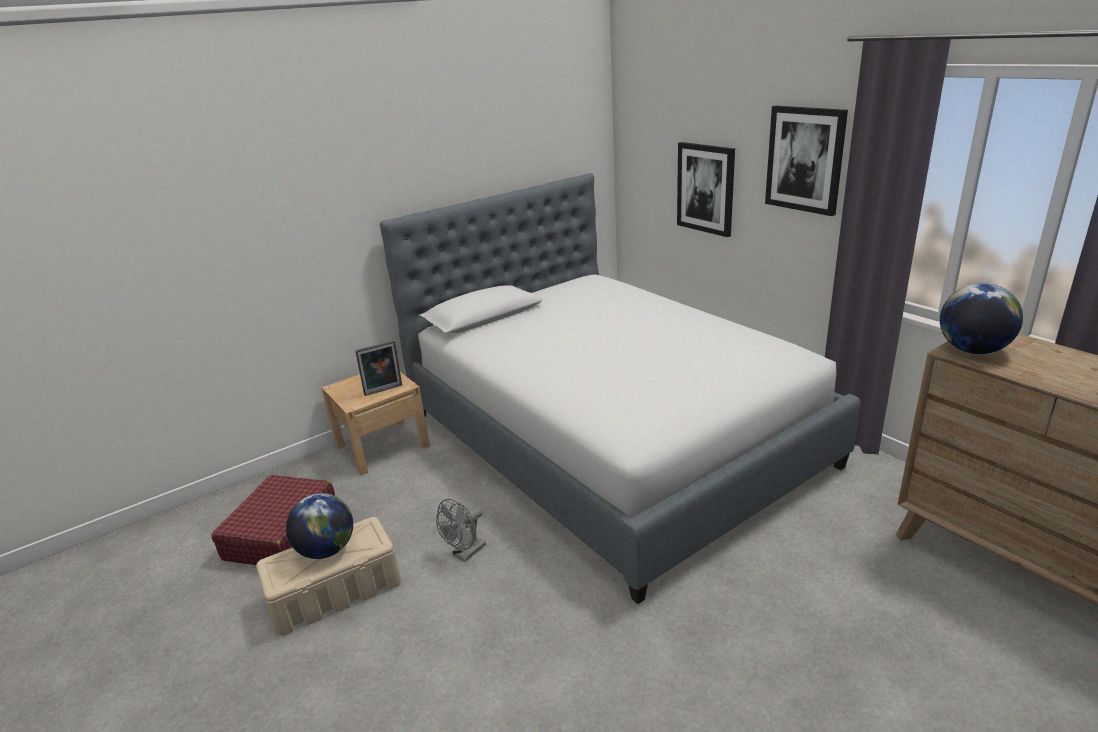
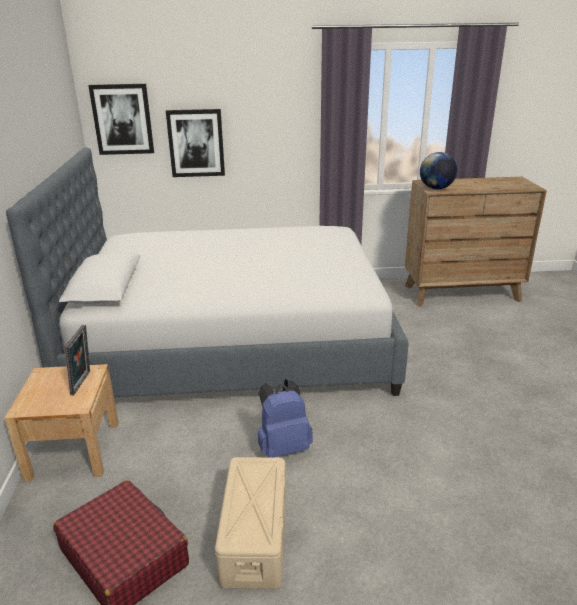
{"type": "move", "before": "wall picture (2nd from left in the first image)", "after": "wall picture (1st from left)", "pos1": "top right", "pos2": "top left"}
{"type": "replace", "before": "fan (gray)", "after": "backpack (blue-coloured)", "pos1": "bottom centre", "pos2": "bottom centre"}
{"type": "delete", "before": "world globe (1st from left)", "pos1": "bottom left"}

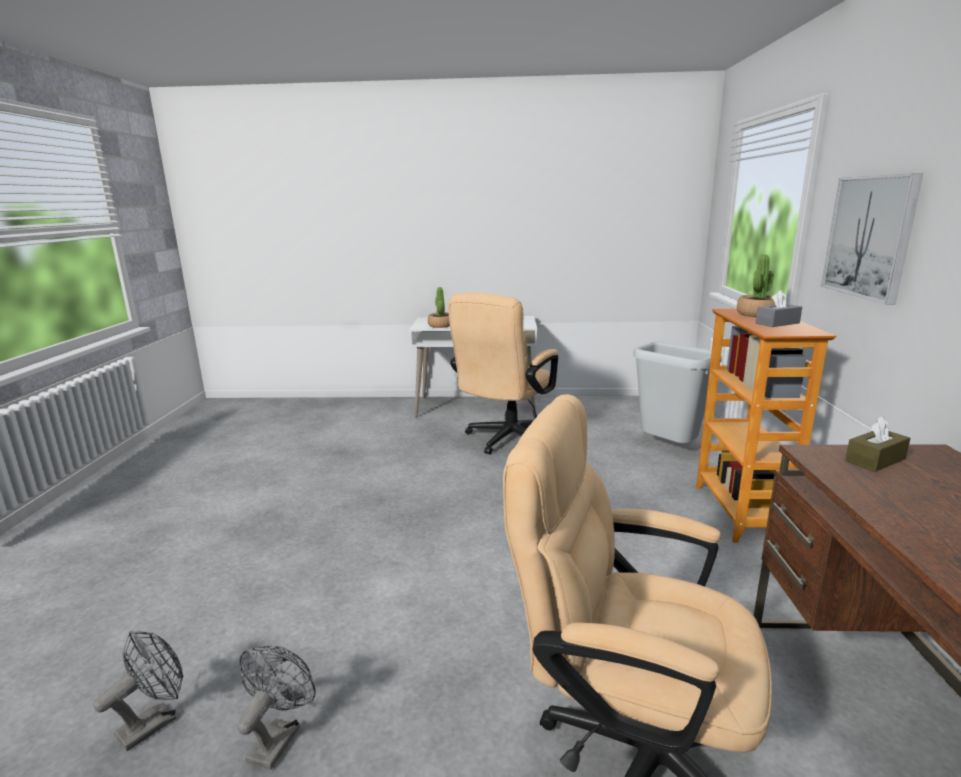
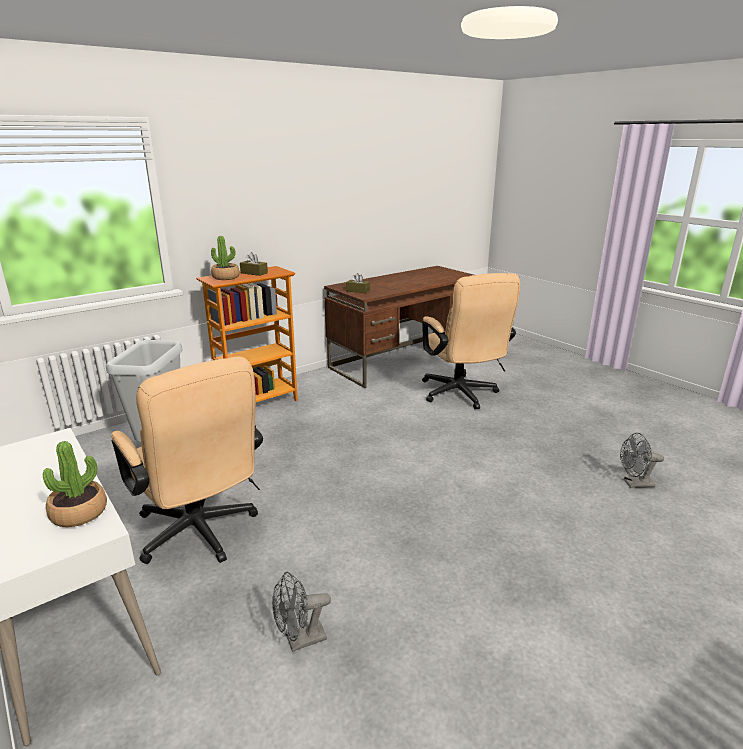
{"type": "rotate", "before": "office chair (sand-coloured) (1st from left)", "pos1": "centre", "pos2": "middle left", "turn": 60}
{"type": "recolor", "before": "tissue box (gray)", "after": "tissue box (brownish) (1st from left)", "pos1": "middle right", "pos2": "centre"}
{"type": "move", "before": "fan (gray) (2nd from left in the first image)", "after": "fan (gray) (1st from left)", "pos1": "bottom left", "pos2": "bottom centre"}
{"type": "delete", "before": "wall picture", "pos1": "top right"}

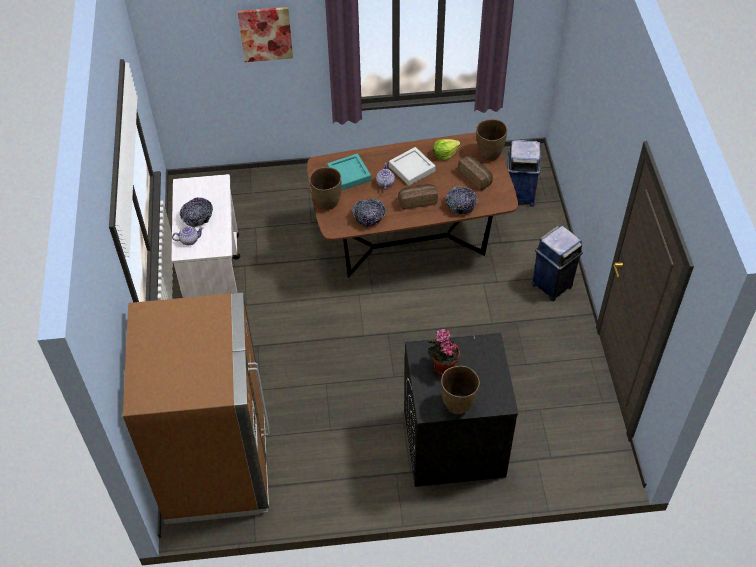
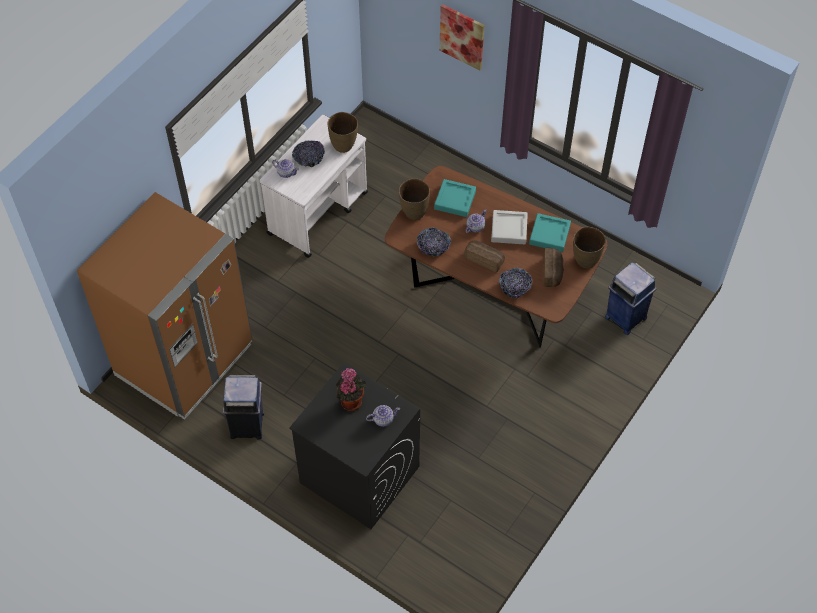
{"type": "move", "before": "waste bin (blue-coloured) (2nd from left in the first image)", "after": "waste bin (blue-coloured) (1st from left)", "pos1": "middle right", "pos2": "middle left"}
{"type": "move", "before": "vase (brownish) (2nd from left in the first image)", "after": "vase (brownish) (1st from left)", "pos1": "bottom centre", "pos2": "top centre"}
{"type": "insert", "after": "pot for tea (2nd from left)", "pos2": "bottom centre"}
{"type": "replace", "before": "lettuce", "after": "tray (turquoise-coloured) (2nd from left)", "pos1": "top centre", "pos2": "middle right"}

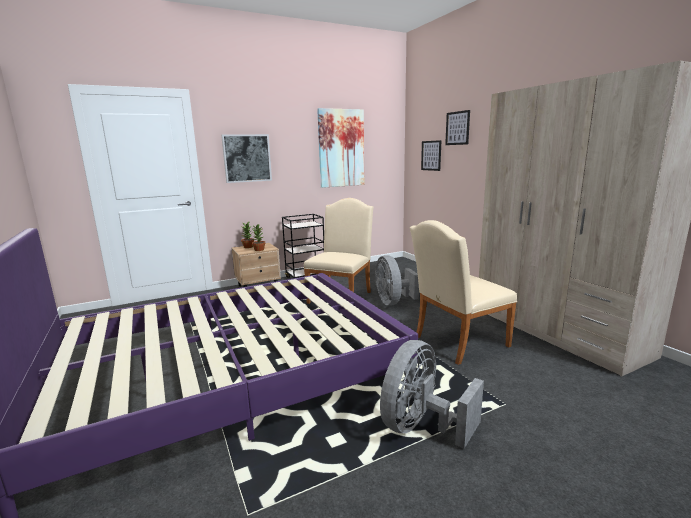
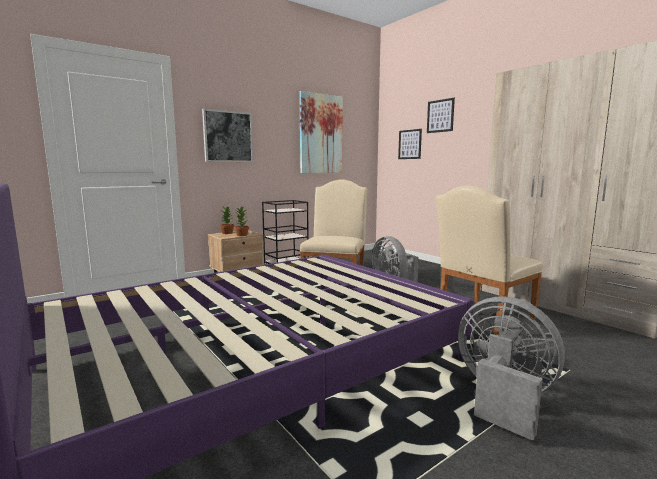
{"type": "rotate", "before": "fan (gray) (2nd from left)", "pos1": "bottom centre", "pos2": "bottom right", "turn": 105}

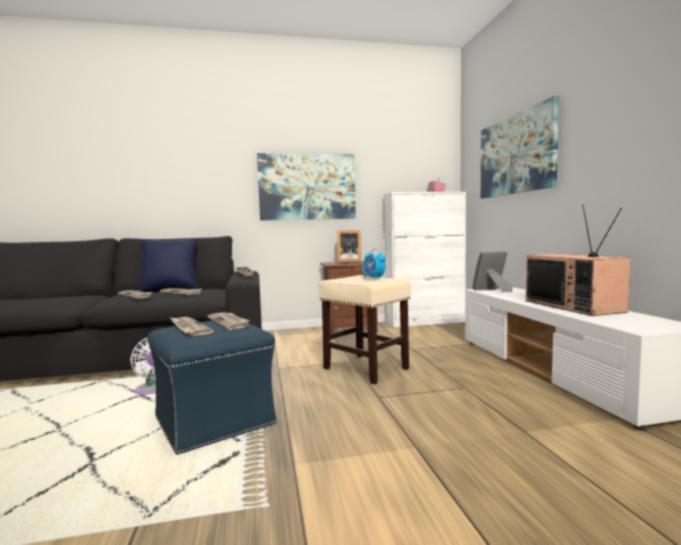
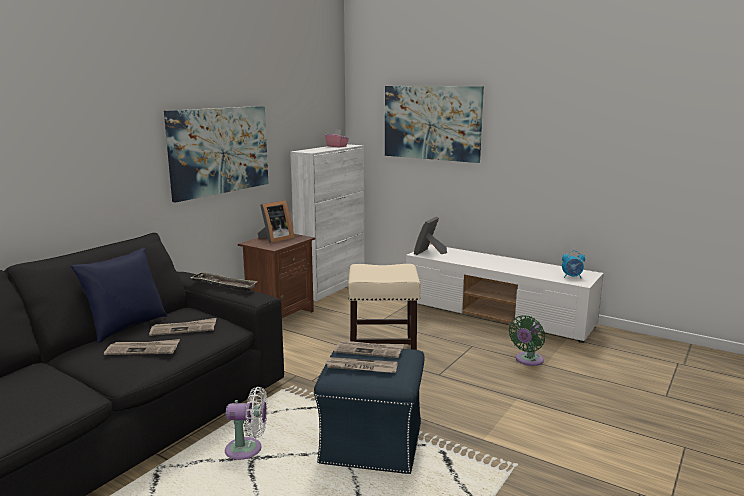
{"type": "insert", "after": "fan (greenish)", "pos2": "bottom right"}
{"type": "move", "before": "table clock", "pos1": "centre", "pos2": "middle right"}
{"type": "delete", "before": "TV", "pos1": "middle right"}

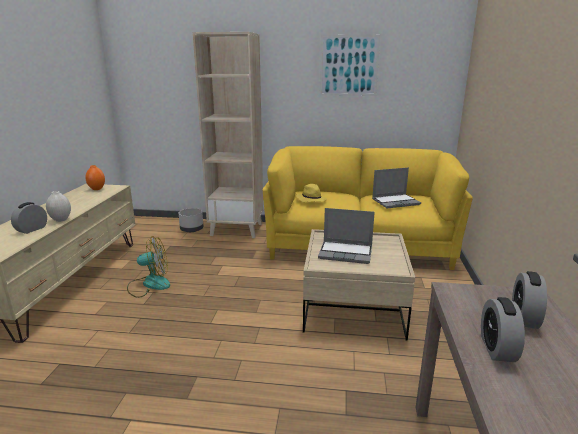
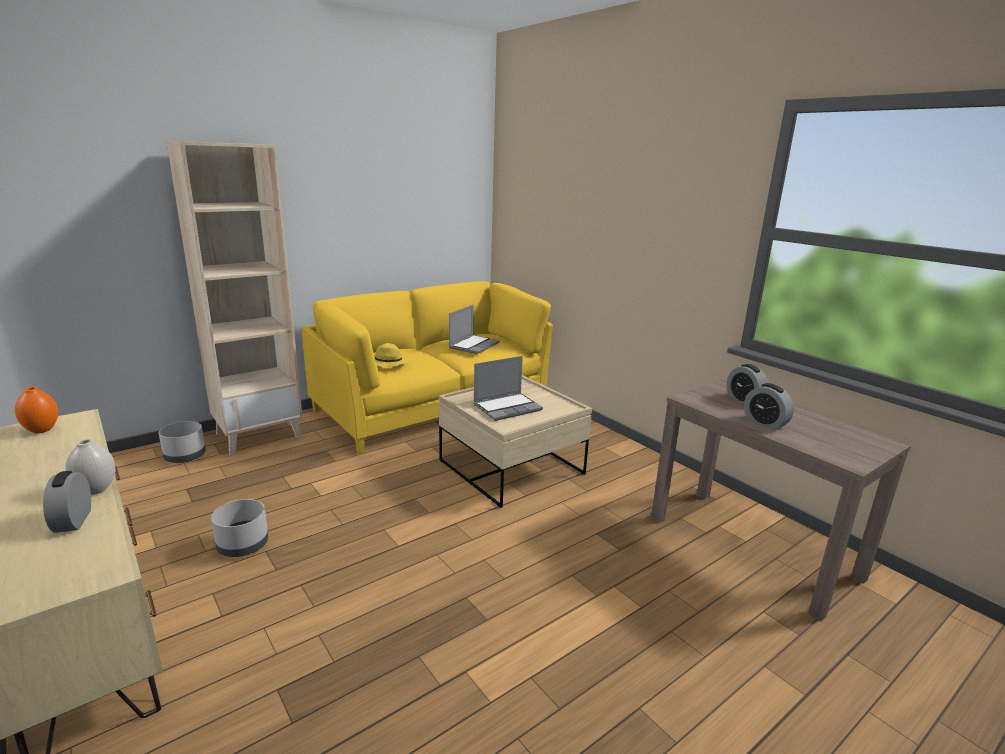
{"type": "replace", "before": "fan", "after": "plant pot (gray) (2nd from left)", "pos1": "middle left", "pos2": "bottom left"}
{"type": "delete", "before": "wall picture", "pos1": "top centre"}

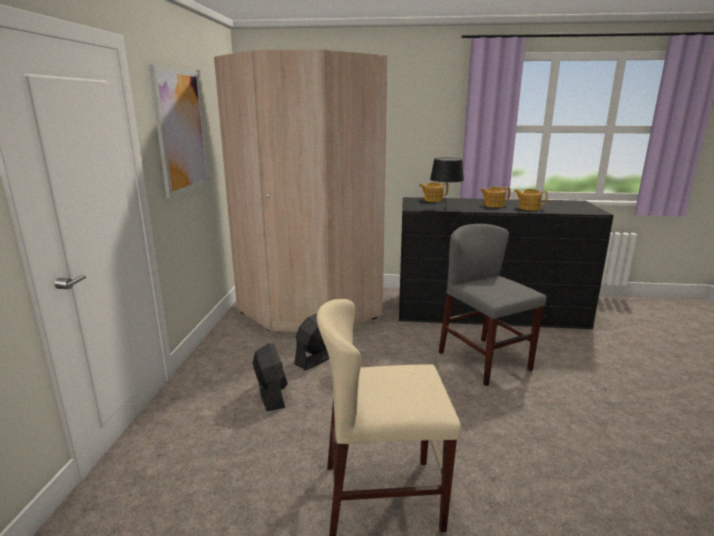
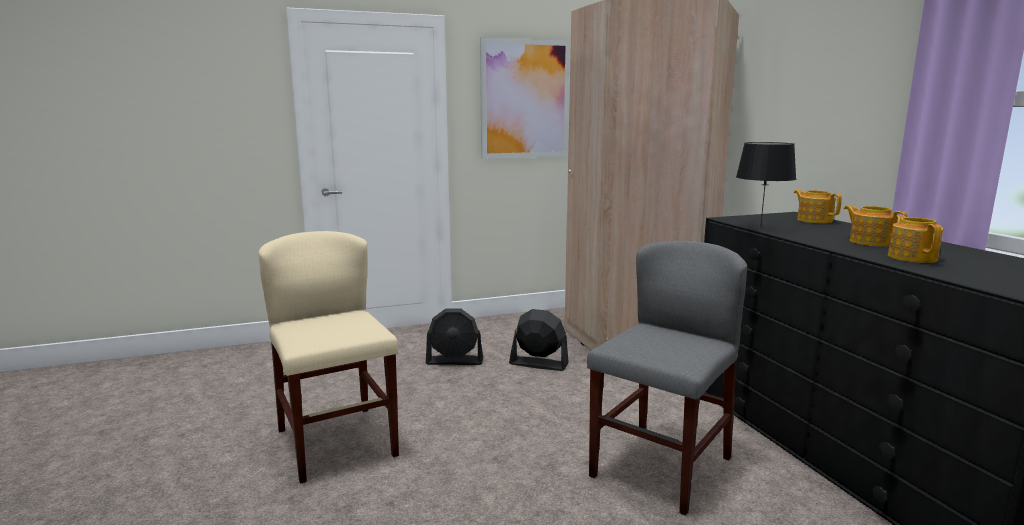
{"type": "rotate", "before": "fan (blackish) (1st from left)", "pos1": "bottom centre", "pos2": "centre", "turn": 45}

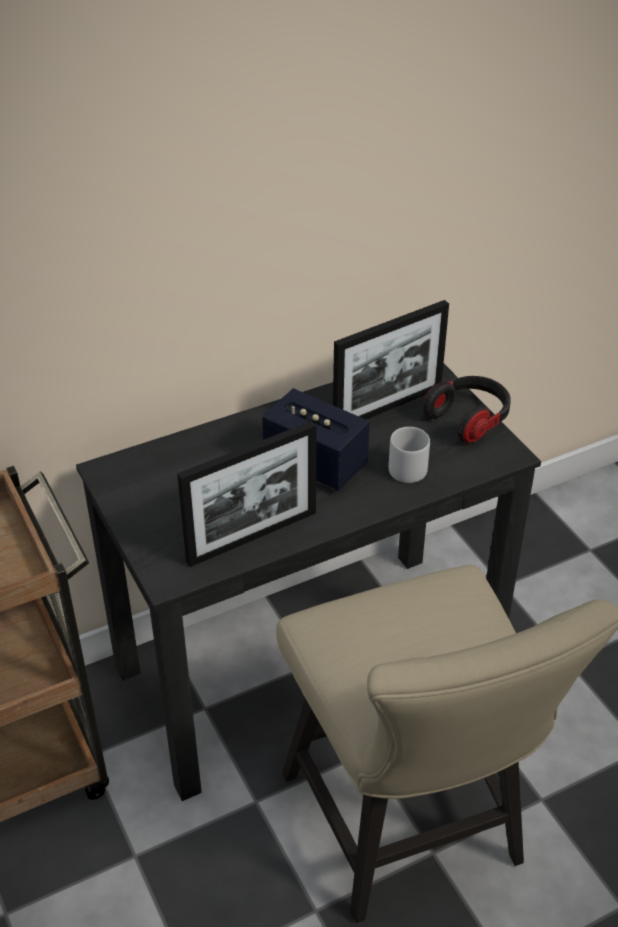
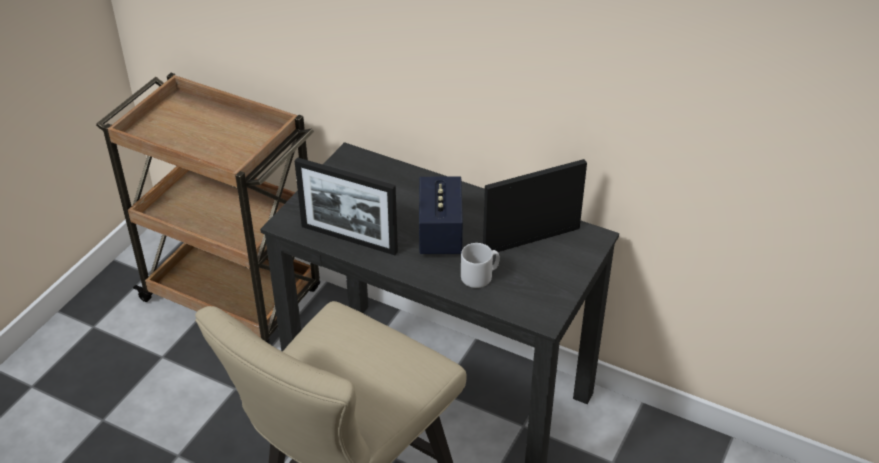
{"type": "rotate", "before": "standing frame (2nd from left)", "pos1": "centre", "pos2": "centre", "turn": 135}
{"type": "delete", "before": "headset", "pos1": "middle right"}

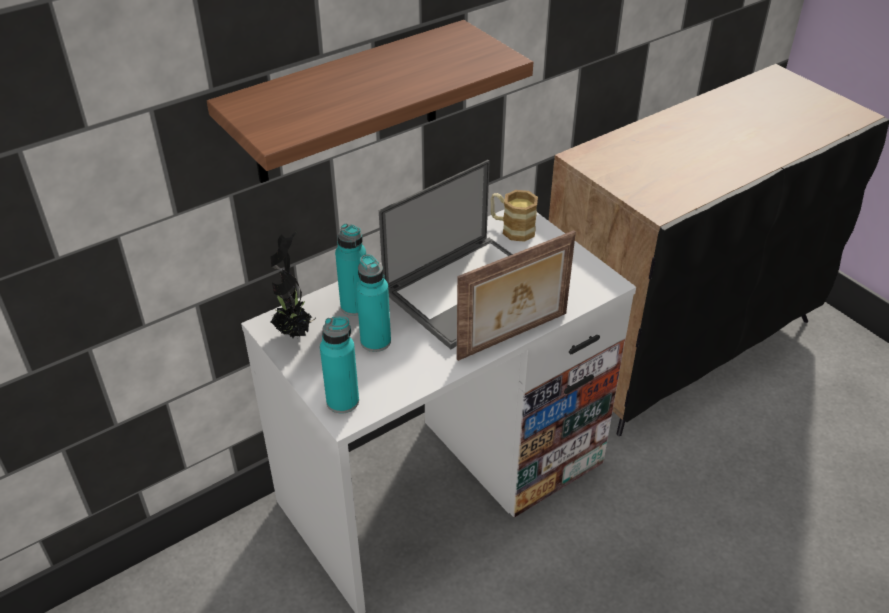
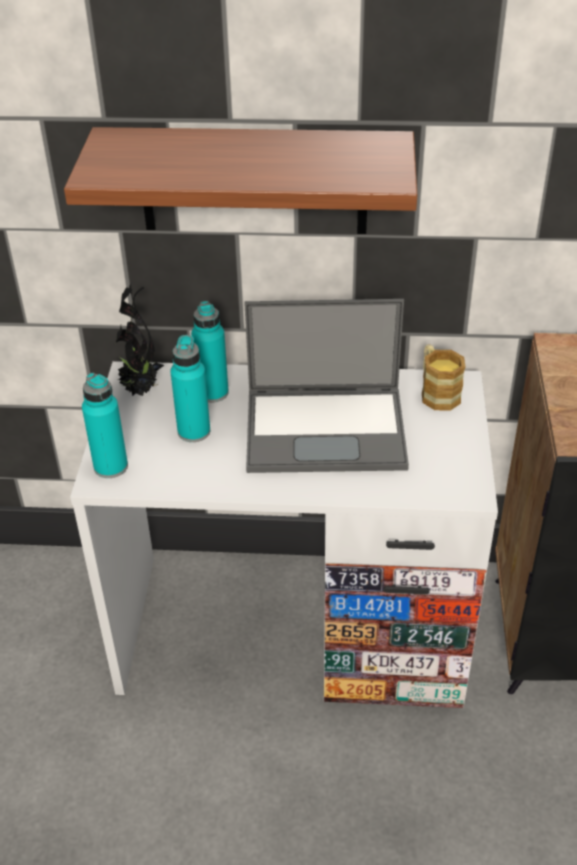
{"type": "delete", "before": "standing frame", "pos1": "centre"}

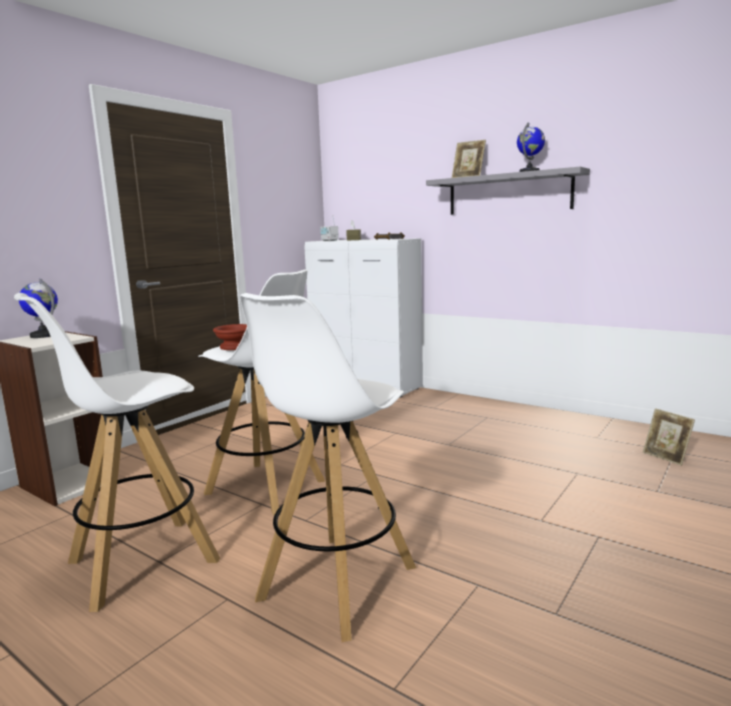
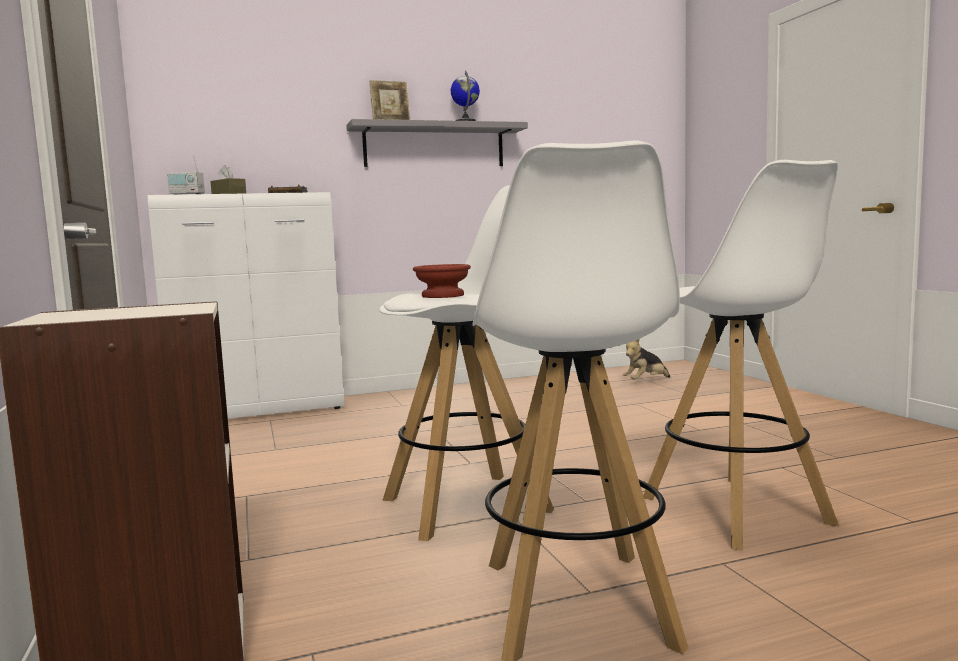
{"type": "replace", "before": "standing frame (2nd from left)", "after": "soft toy", "pos1": "middle right", "pos2": "middle right"}
{"type": "delete", "before": "world globe (1st from left)", "pos1": "middle left"}

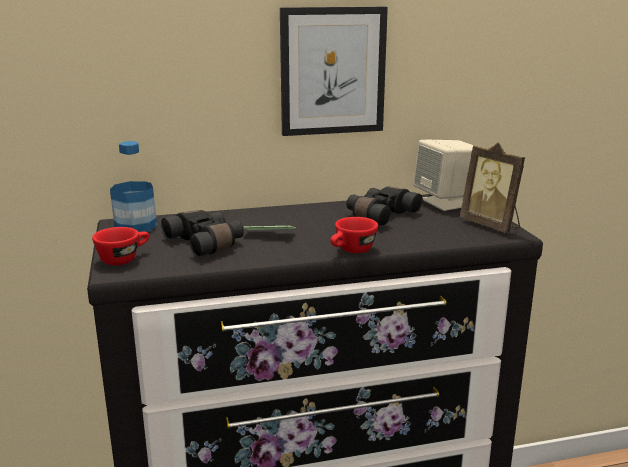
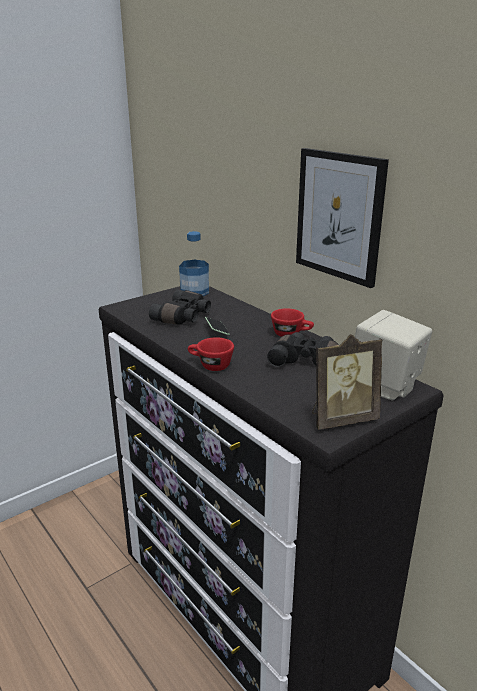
{"type": "move", "before": "cup (red) (1st from left in the first image)", "after": "cup (red) (2nd from left)", "pos1": "middle left", "pos2": "centre"}
{"type": "rotate", "before": "standing frame", "pos1": "middle right", "pos2": "middle right", "turn": -135}

